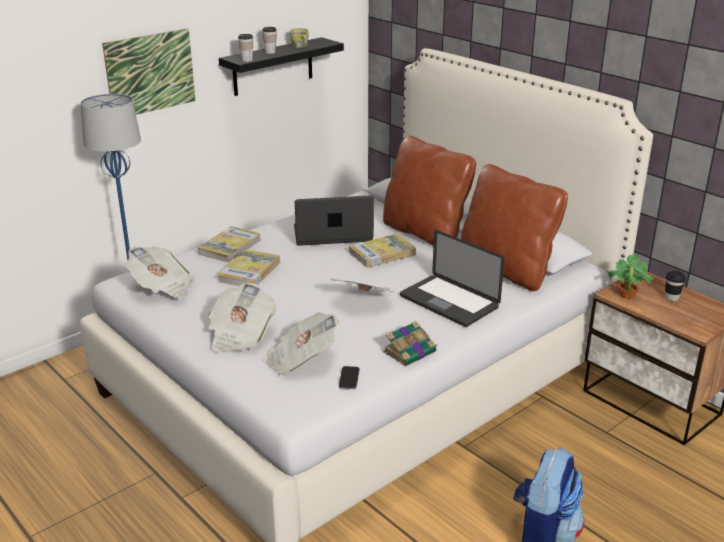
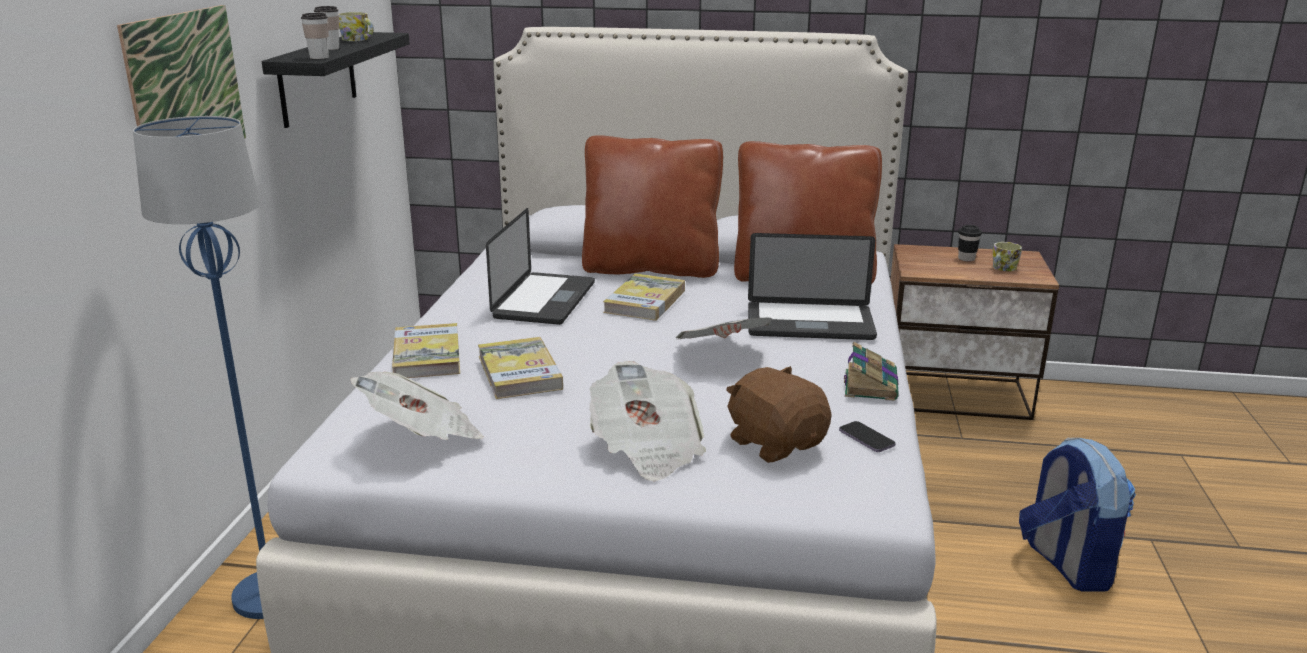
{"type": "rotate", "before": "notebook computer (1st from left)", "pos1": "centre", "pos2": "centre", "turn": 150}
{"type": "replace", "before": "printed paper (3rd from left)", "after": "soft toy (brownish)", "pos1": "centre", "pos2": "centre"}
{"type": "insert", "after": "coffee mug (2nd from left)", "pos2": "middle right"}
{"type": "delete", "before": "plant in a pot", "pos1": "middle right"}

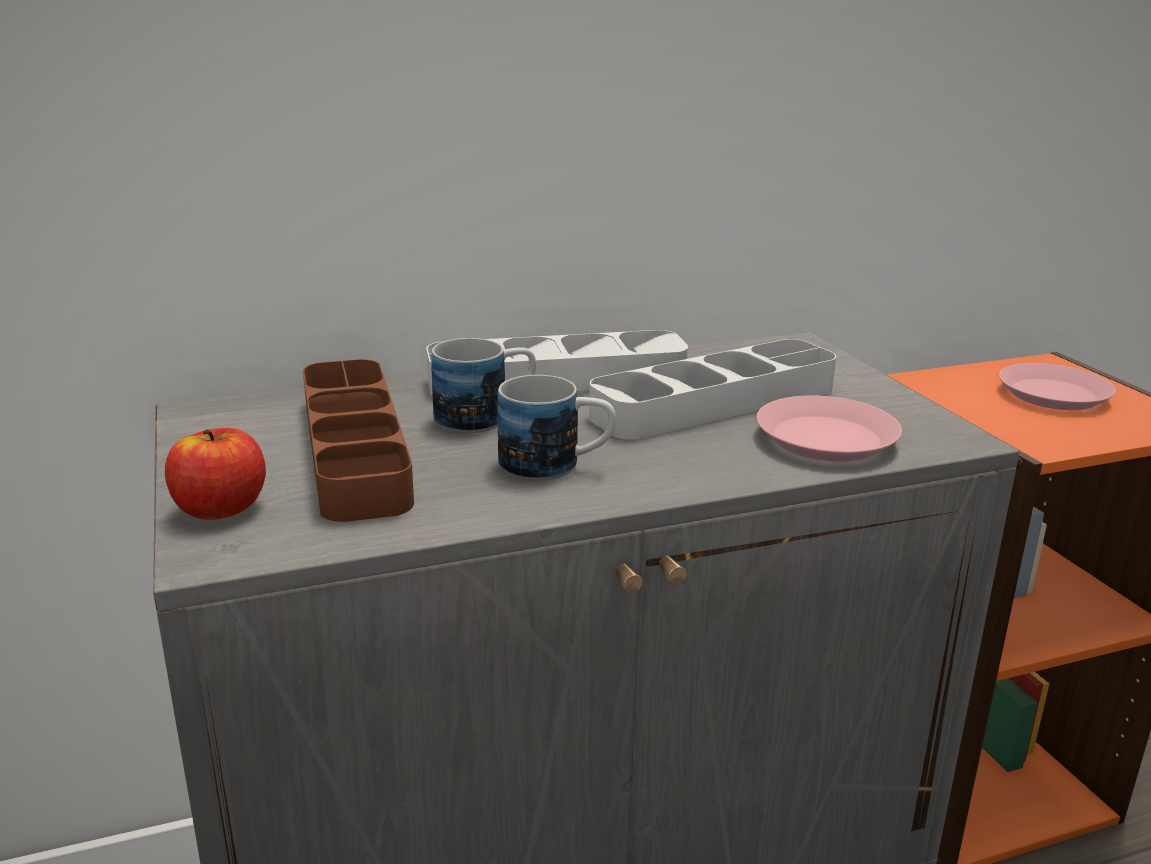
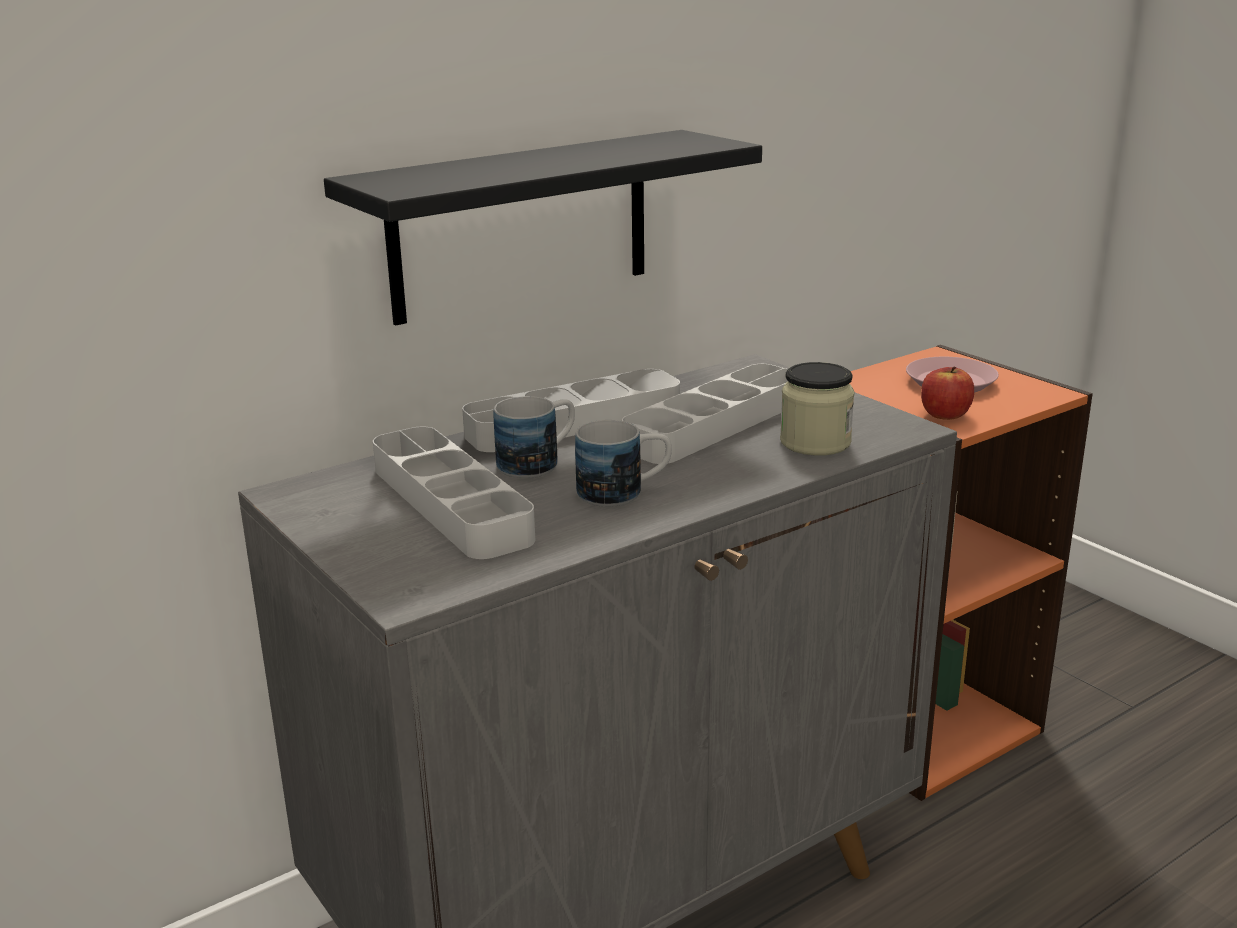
{"type": "insert", "after": "shelf (blackish)", "pos2": "top centre"}
{"type": "recolor", "before": "tray (brownish)", "after": "tray (gray) (1st from left)", "pos1": "middle left", "pos2": "centre"}
{"type": "replace", "before": "plate (pinkish) (1st from left)", "after": "jar", "pos1": "middle right", "pos2": "centre"}
{"type": "move", "before": "whole apple", "pos1": "middle left", "pos2": "middle right"}

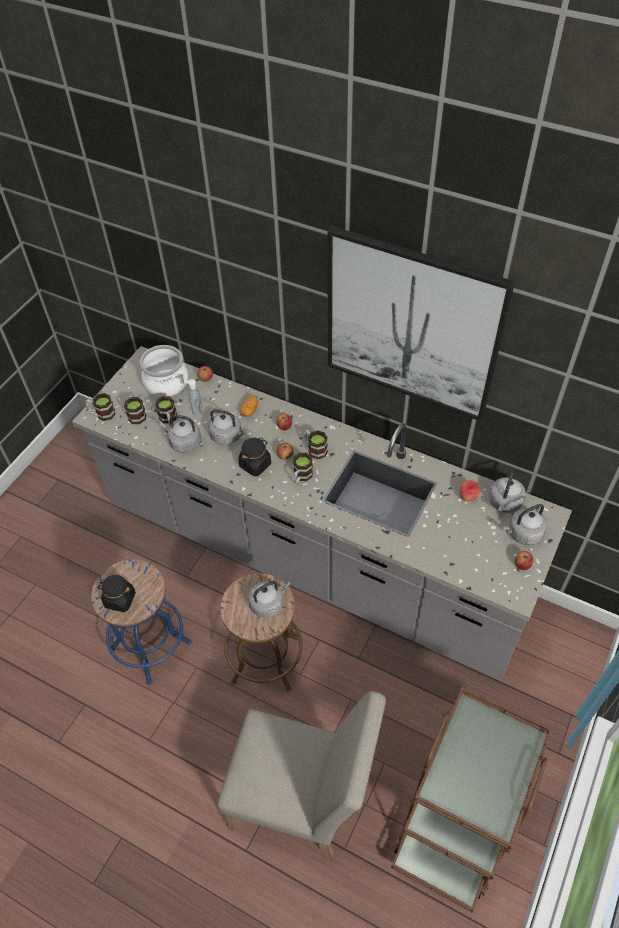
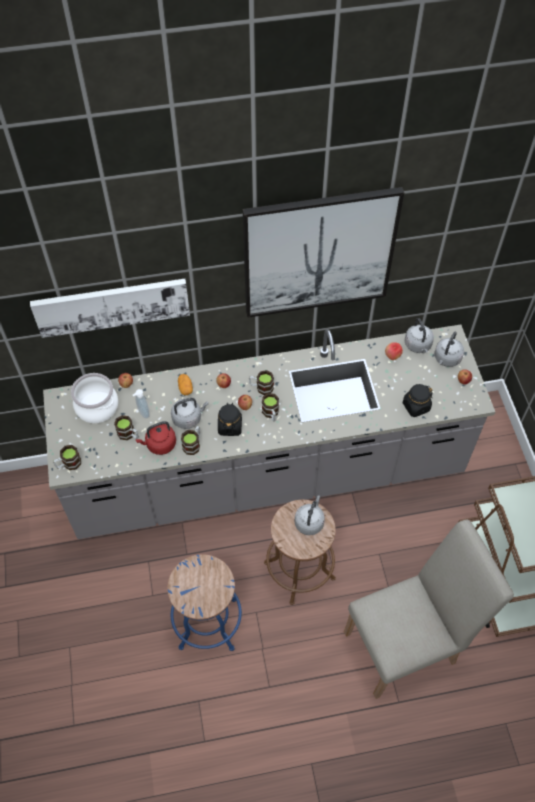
{"type": "insert", "after": "wall picture (1st from left)", "pos2": "middle left"}
{"type": "recolor", "before": "water kettle (gray) (1st from left)", "after": "water kettle (red)", "pos1": "middle left", "pos2": "middle left"}
{"type": "move", "before": "coffee mug (2nd from left in the first image)", "after": "coffee mug (3rd from left)", "pos1": "middle left", "pos2": "centre"}
{"type": "move", "before": "jar (blackish) (1st from left in the first image)", "after": "jar (blackish) (2nd from left)", "pos1": "middle left", "pos2": "middle right"}

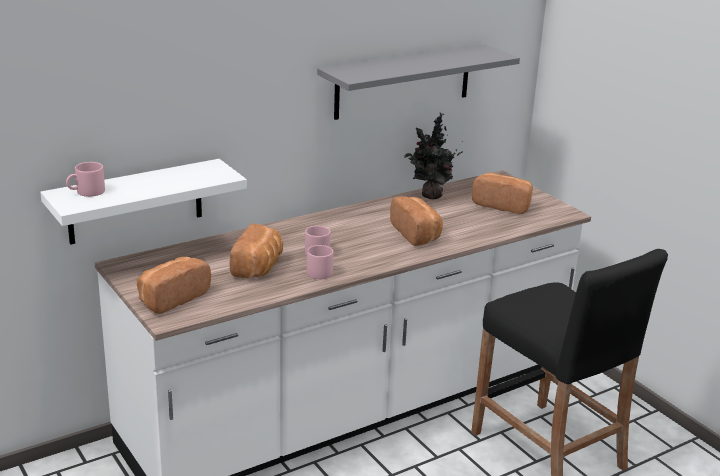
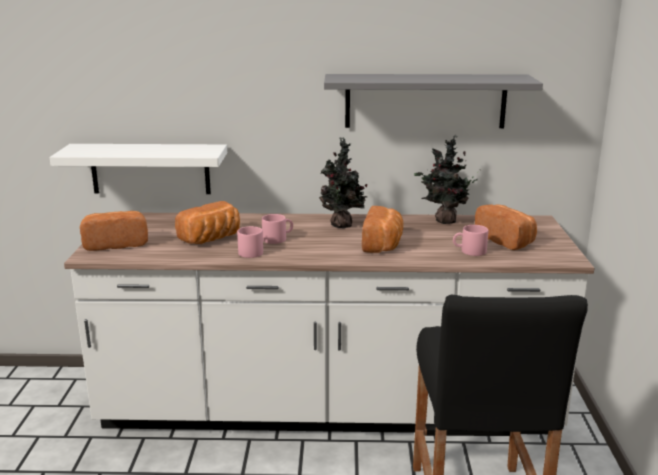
{"type": "insert", "after": "plant in a pot (1st from left)", "pos2": "centre"}
{"type": "move", "before": "coffee mug (pinkish) (1st from left in the first image)", "after": "coffee mug (pinkish) (3rd from left)", "pos1": "middle left", "pos2": "middle right"}

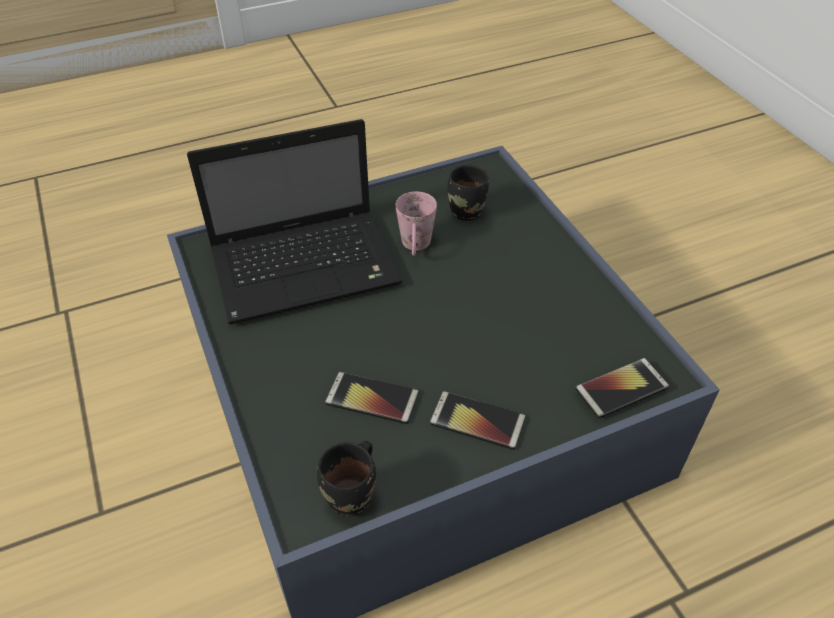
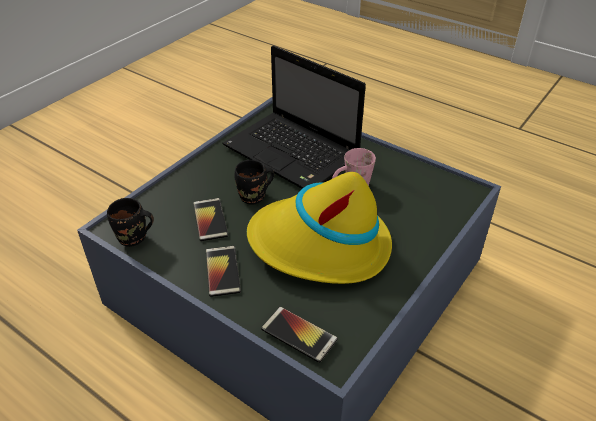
{"type": "move", "before": "coffee mug (blackish) (2nd from left)", "pos1": "top centre", "pos2": "centre"}
{"type": "insert", "after": "wearable hat (yellow-coloured)", "pos2": "centre"}

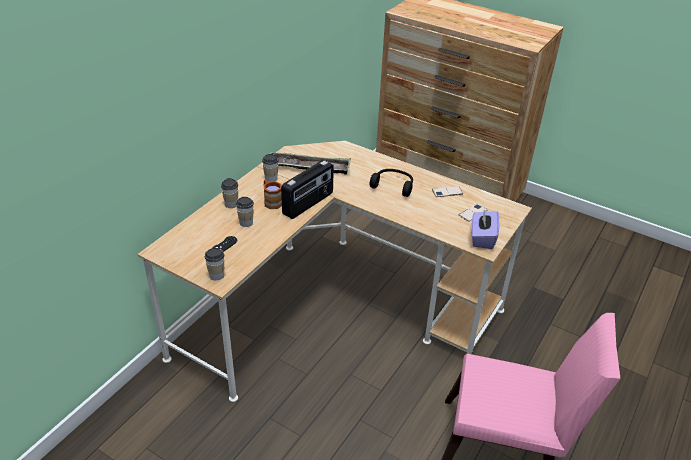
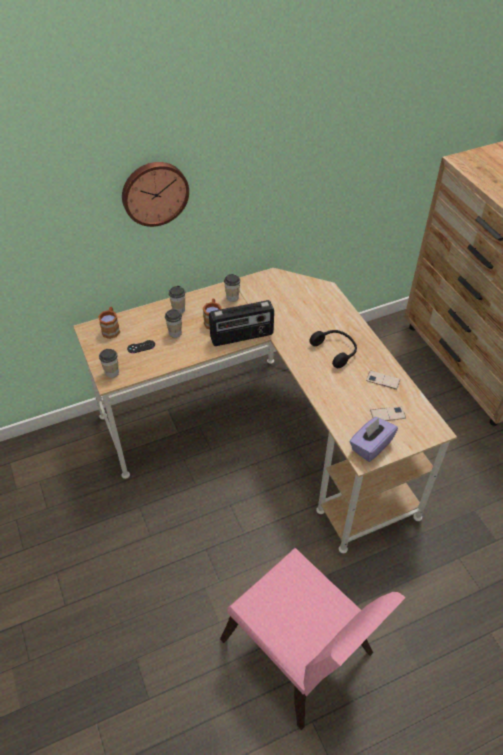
{"type": "insert", "after": "coffee mug (brownish) (1st from left)", "pos2": "middle left"}
{"type": "insert", "after": "clock on the wall", "pos2": "top left"}
{"type": "delete", "before": "tray", "pos1": "centre"}

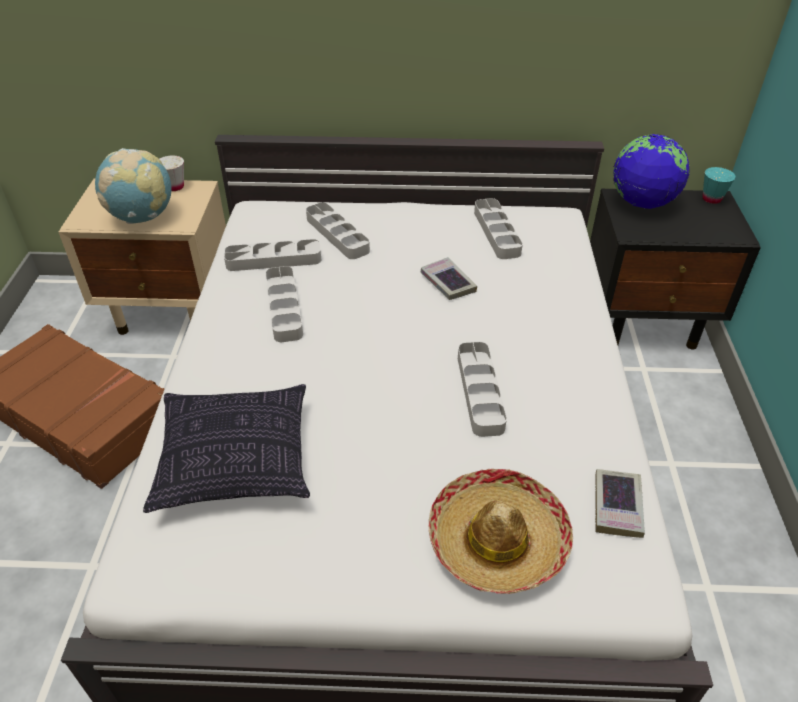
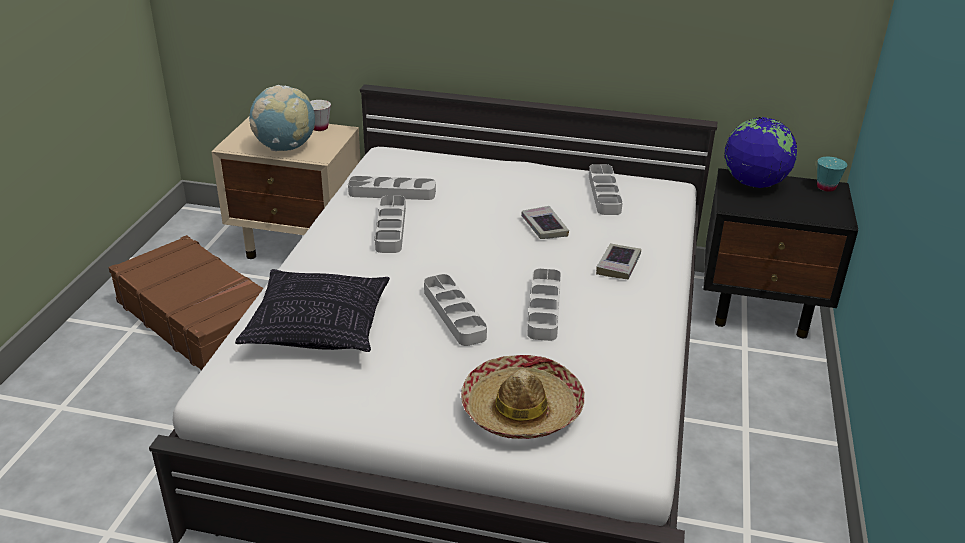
{"type": "move", "before": "tray (gray) (3rd from left)", "pos1": "top centre", "pos2": "centre"}
{"type": "move", "before": "book (2nd from left)", "pos1": "bottom right", "pos2": "centre"}

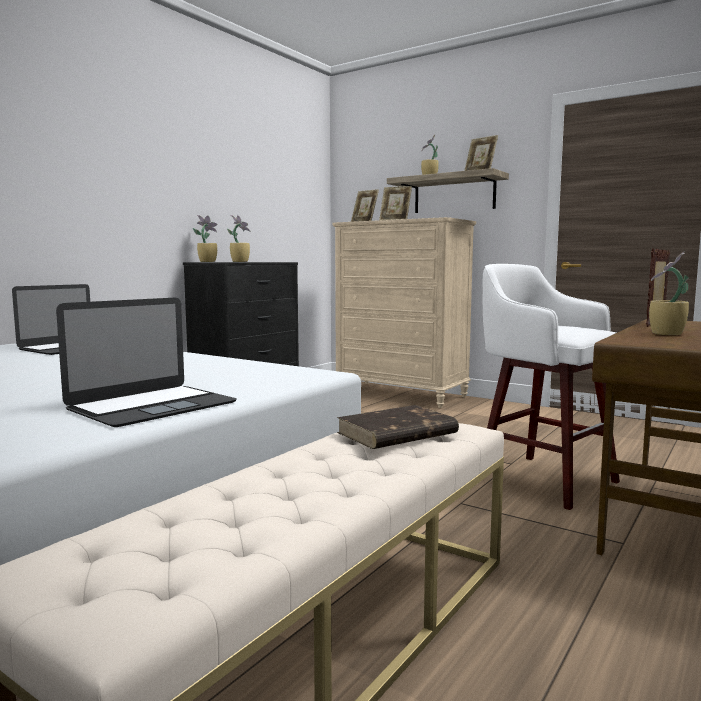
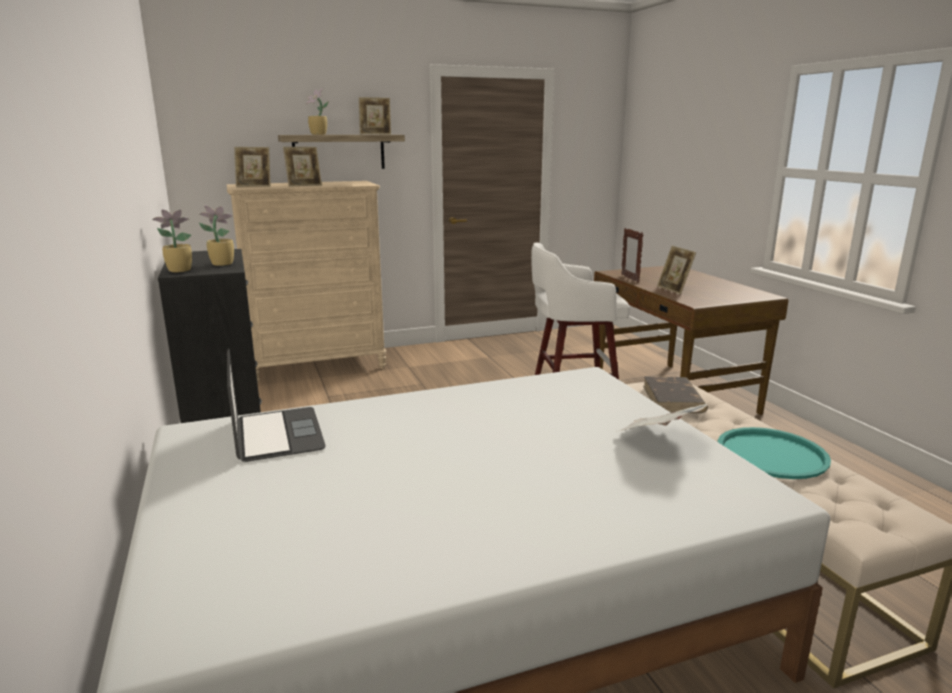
{"type": "replace", "before": "notebook computer (2nd from left)", "after": "printed paper", "pos1": "middle left", "pos2": "middle right"}
{"type": "replace", "before": "plant in a pot (4th from left)", "after": "standing frame (5th from left)", "pos1": "middle right", "pos2": "middle right"}
{"type": "insert", "after": "tray (turquoise-coloured)", "pos2": "middle right"}

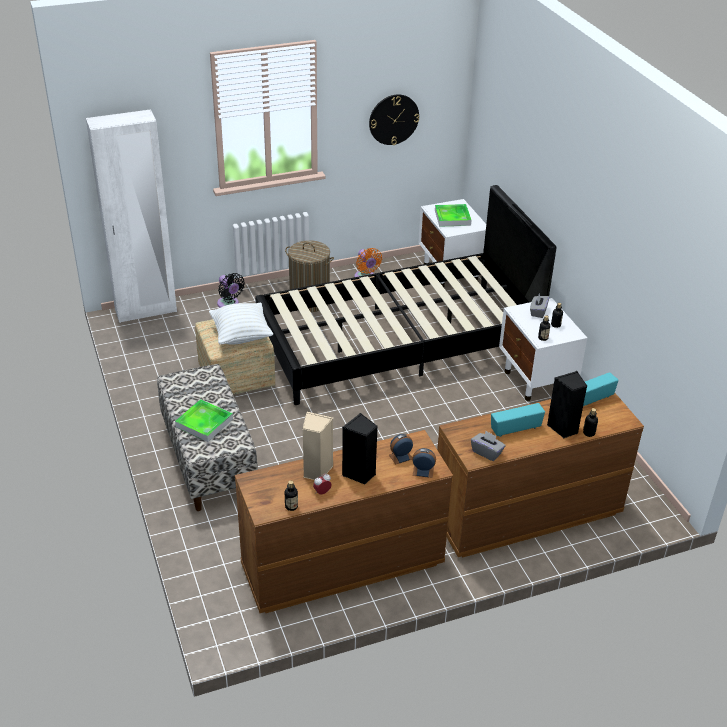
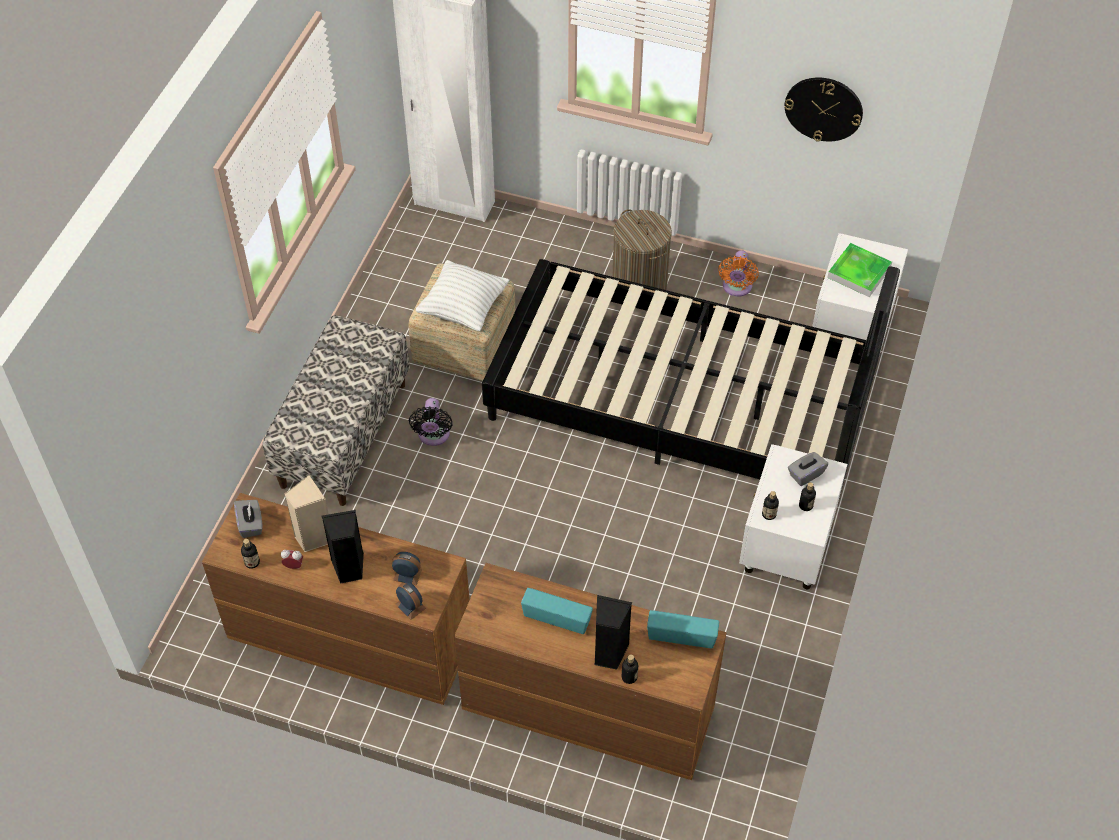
{"type": "move", "before": "tissue box (gray) (1st from left)", "pos1": "middle right", "pos2": "middle left"}
{"type": "move", "before": "fan (blackish)", "pos1": "middle left", "pos2": "centre"}
{"type": "delete", "before": "tray (1st from left)", "pos1": "middle left"}

